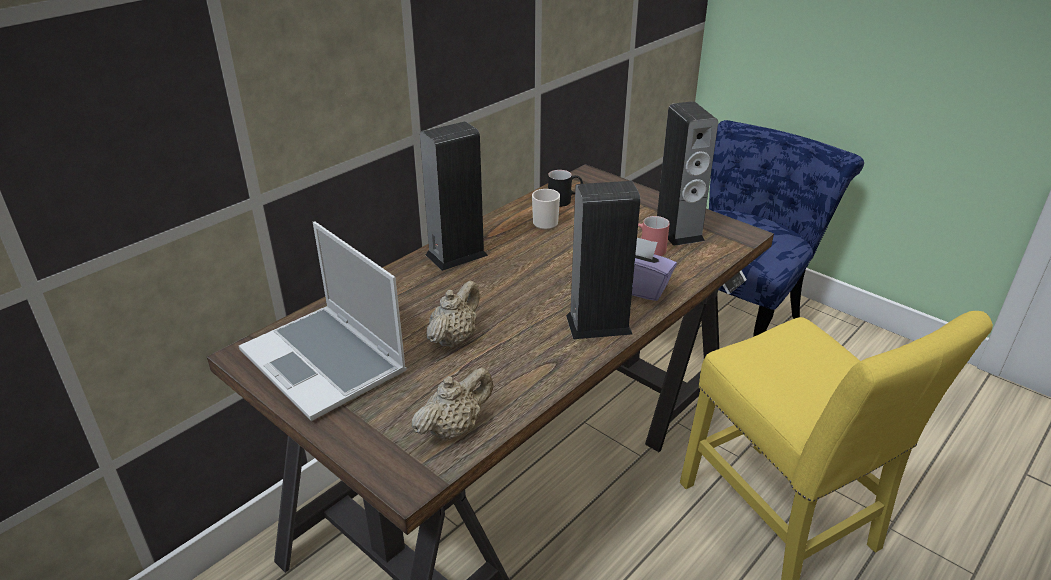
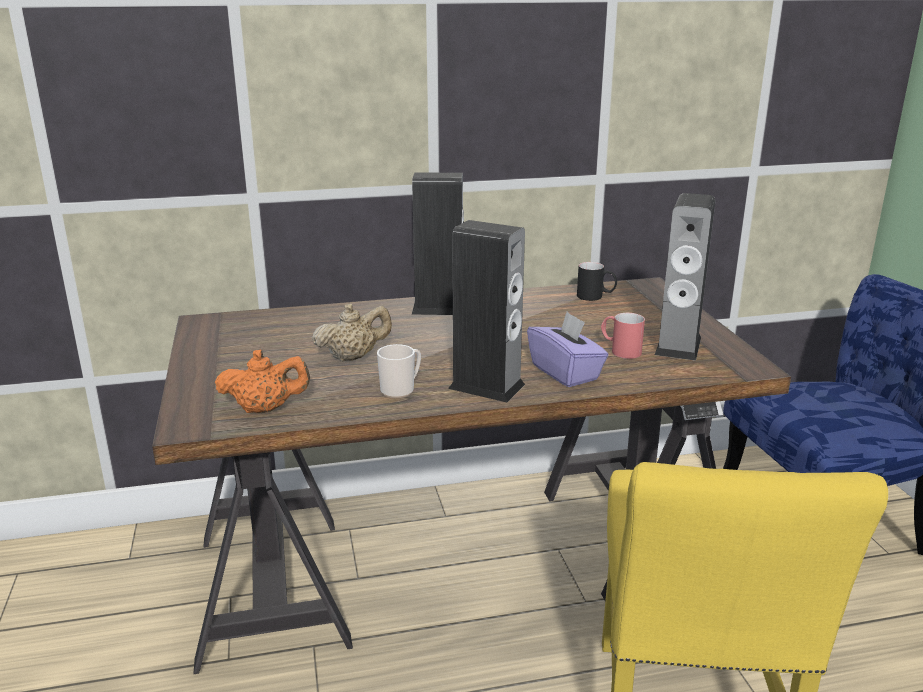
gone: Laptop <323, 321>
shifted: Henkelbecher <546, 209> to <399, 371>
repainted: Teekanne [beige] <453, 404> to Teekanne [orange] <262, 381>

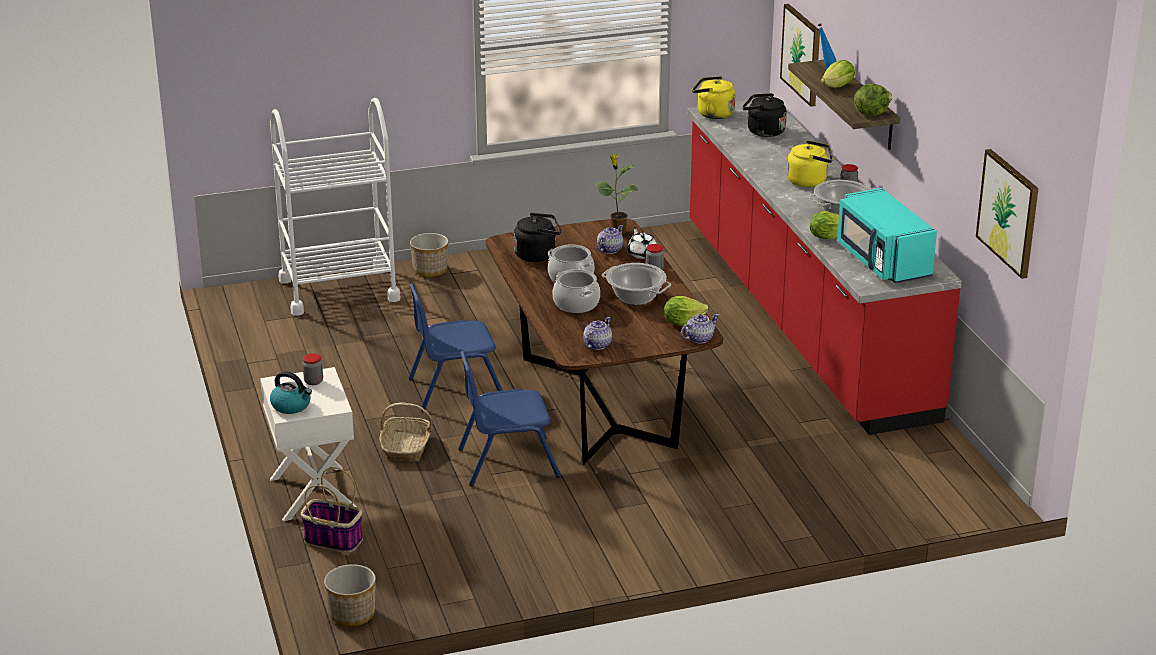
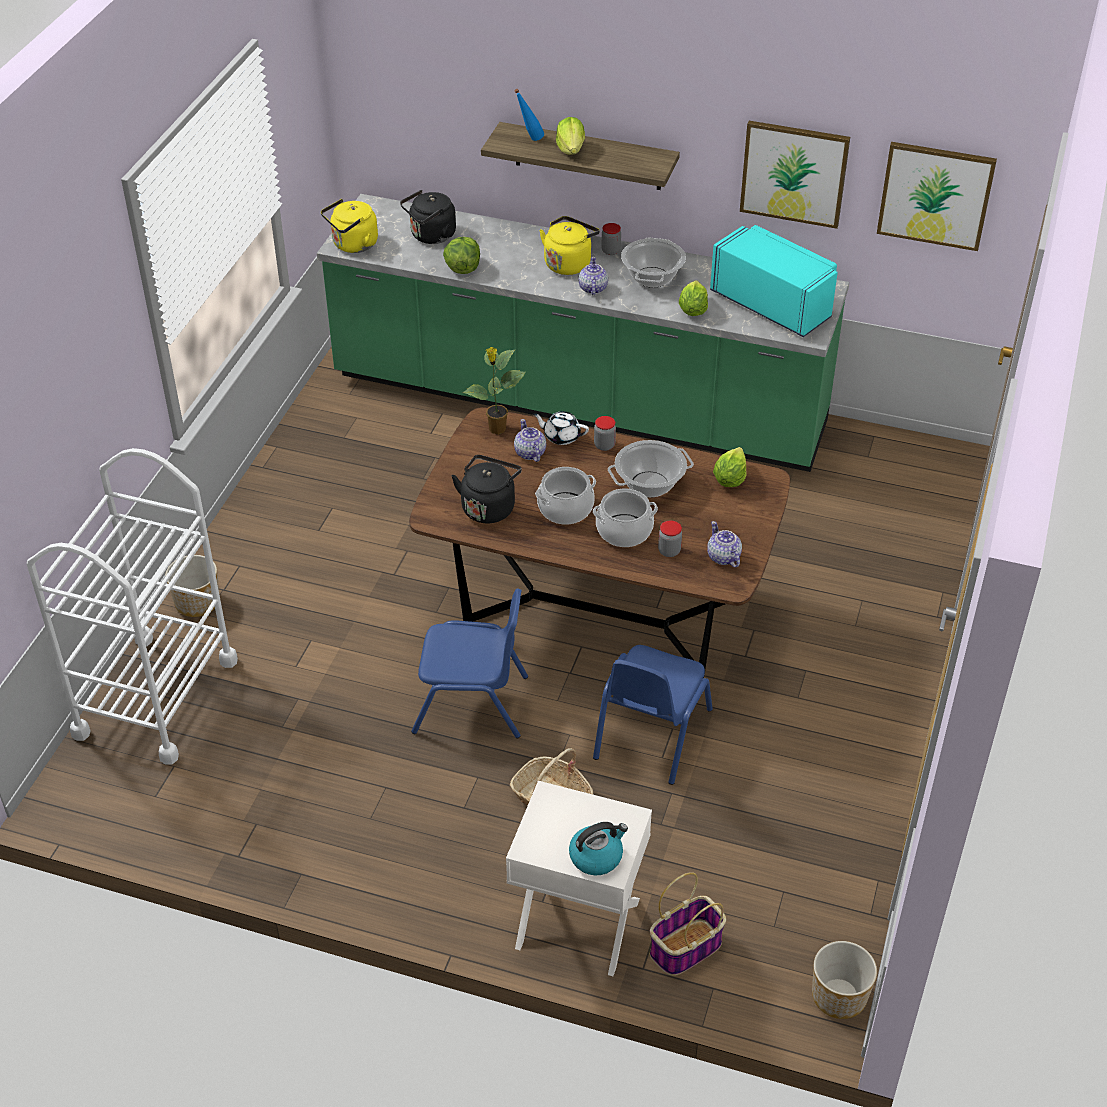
shifted: Salatkopf <873, 100> to <461, 255>; Teekanne <700, 329> to <593, 276>; Vorratsglas <313, 369> to <670, 538>; Bild <800, 55> to <795, 175>
repainted: Küchenzeile [rot] <824, 267> to Küchenzeile [grün] <583, 333>
rotated: Stuhl [blau] <456, 347> = <469, 663> 105 degrees counterclockwise; Mikrowelle [türkis] <887, 235> = <774, 281> 150 degrees counterclockwise

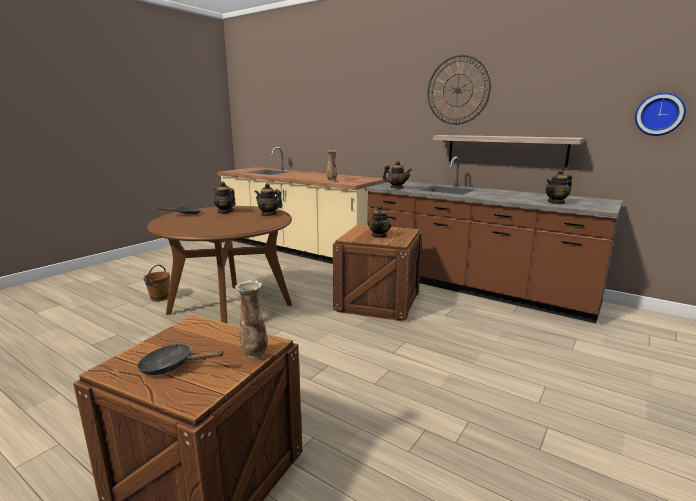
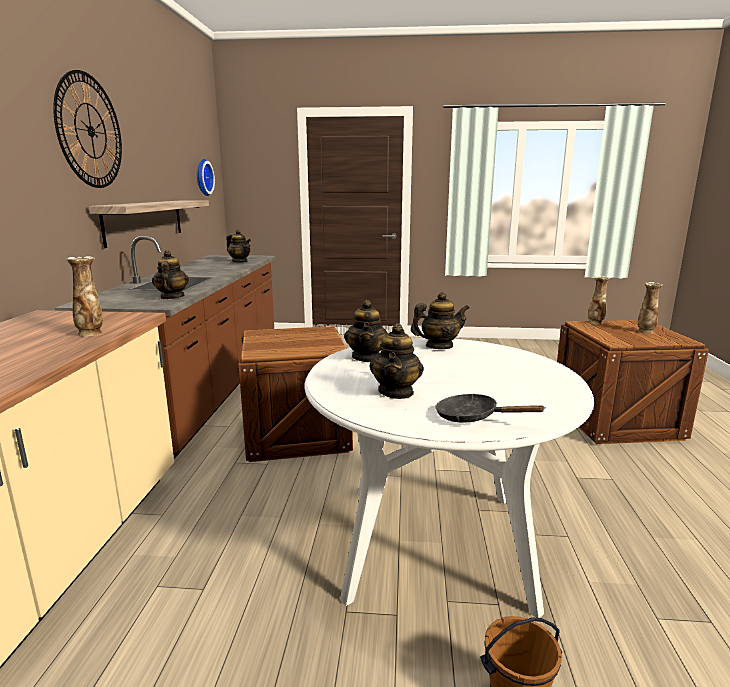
shifted: Teekanne <379, 221> to <440, 320>
swapped: Pfanne [schwarz] <181, 359> to Vase <650, 308>
repainted: Esstisch [braun] <219, 265> to Esstisch [weiß] <449, 478>

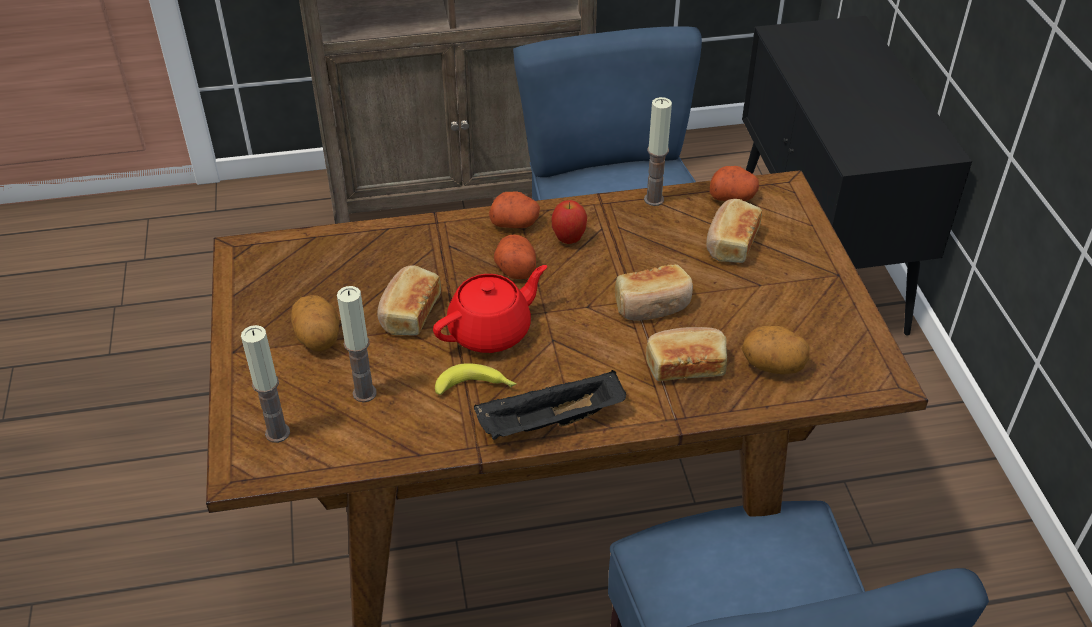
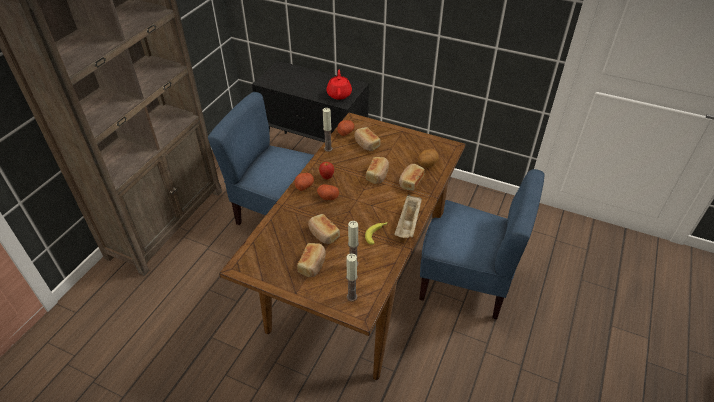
shifted: Teekanne [rot] <490, 309> to <339, 85>
swapped: Kartoffel <315, 323> to Brot <311, 260>
repainted: Tablett [schwarz] <550, 405> to Tablett [beige] <408, 216>

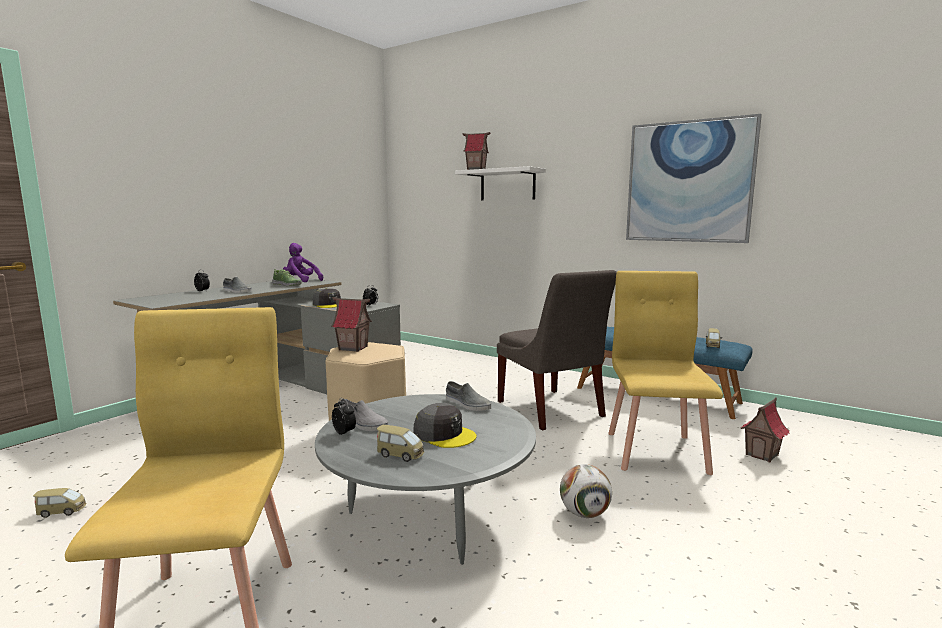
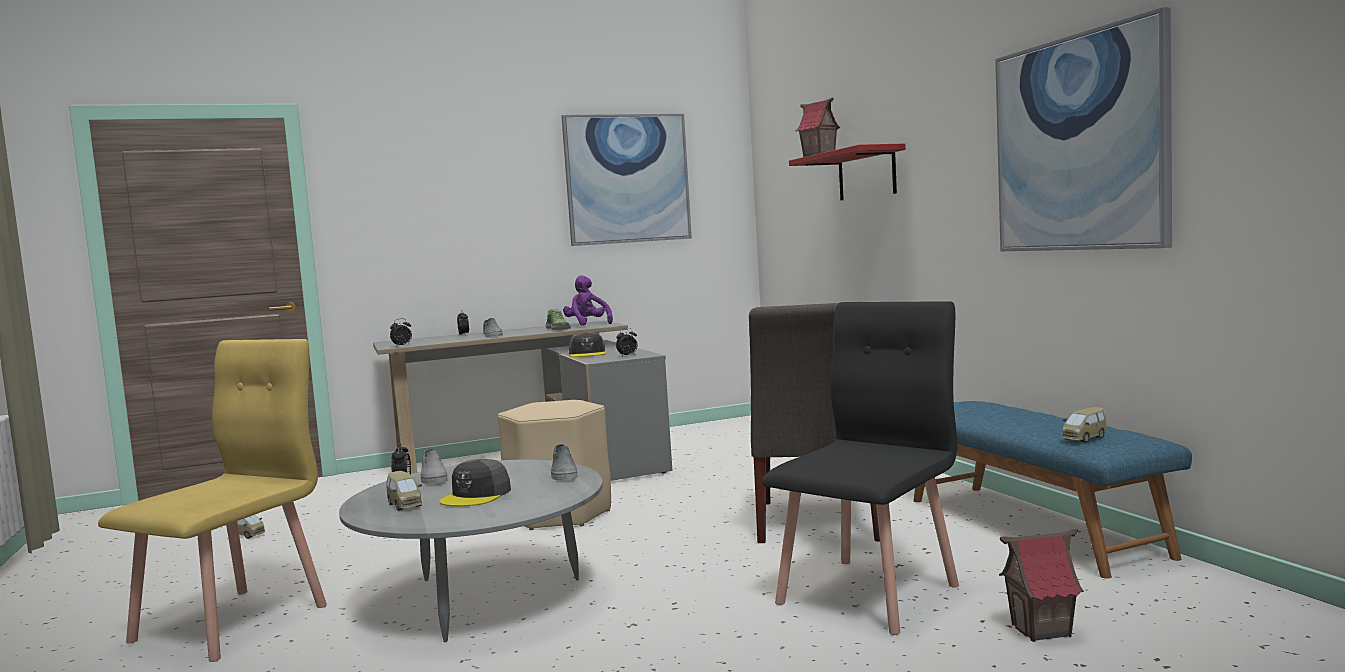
gone: Spielzeughaus <351, 324>; Fußball <586, 491>
new: Wecker <401, 332>; Bild <626, 180>
repainted: Stuhl [gelb] <665, 373> to Stuhl [schwarz] <860, 468>; Wandregal [weiß] <500, 183> to Wandregal [rot] <847, 172>
rotated: Kappe [grau] <445, 425> = <475, 482> 45 degrees clockwise

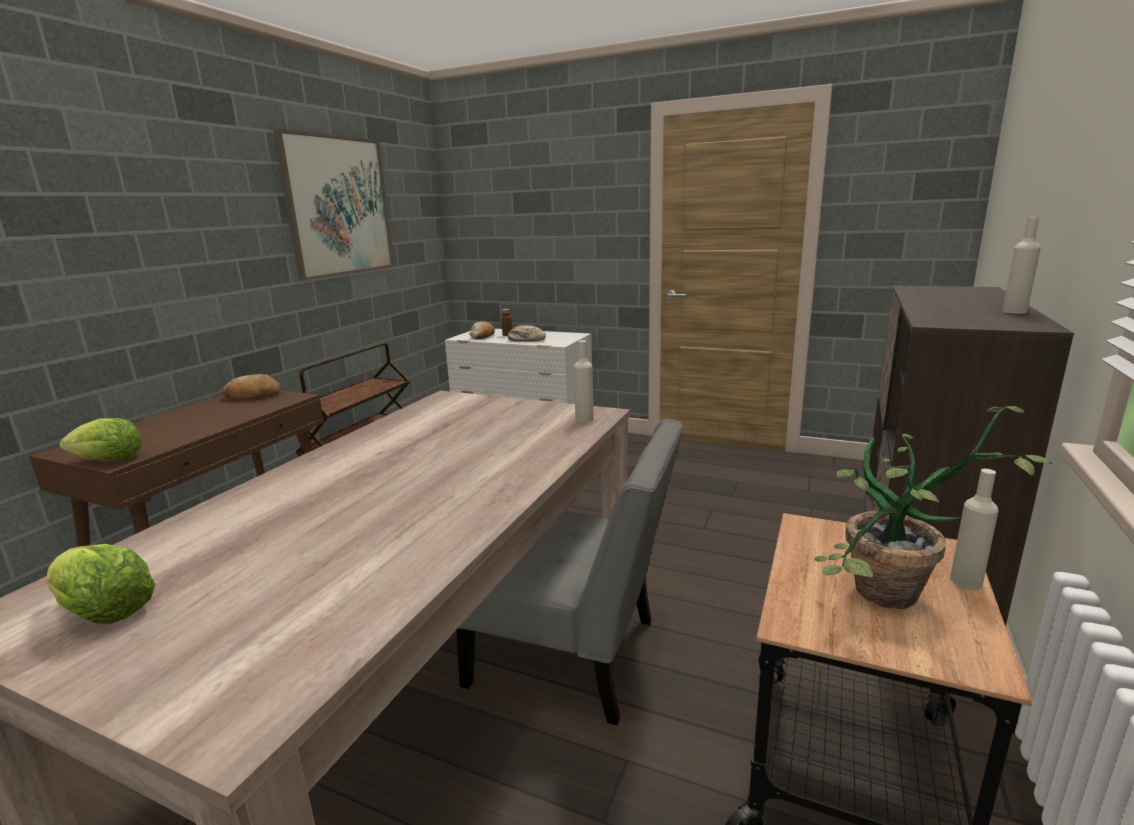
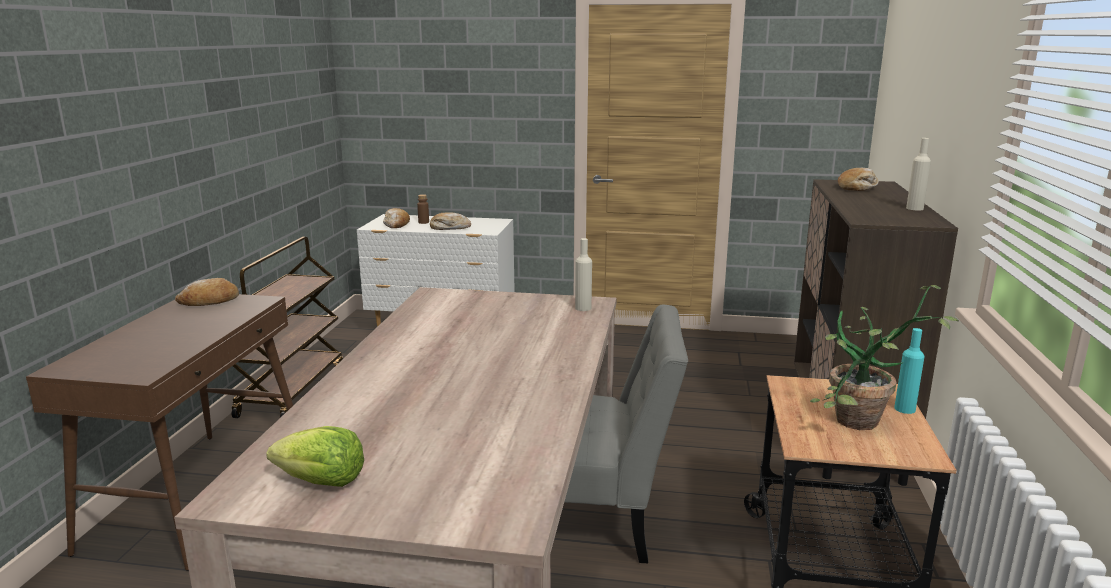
gone: Salatkopf <101, 439>; Bild <334, 205>
new: Brot <858, 179>
repainted: Flasche [beige] <974, 529> to Flasche [türkis] <909, 371>

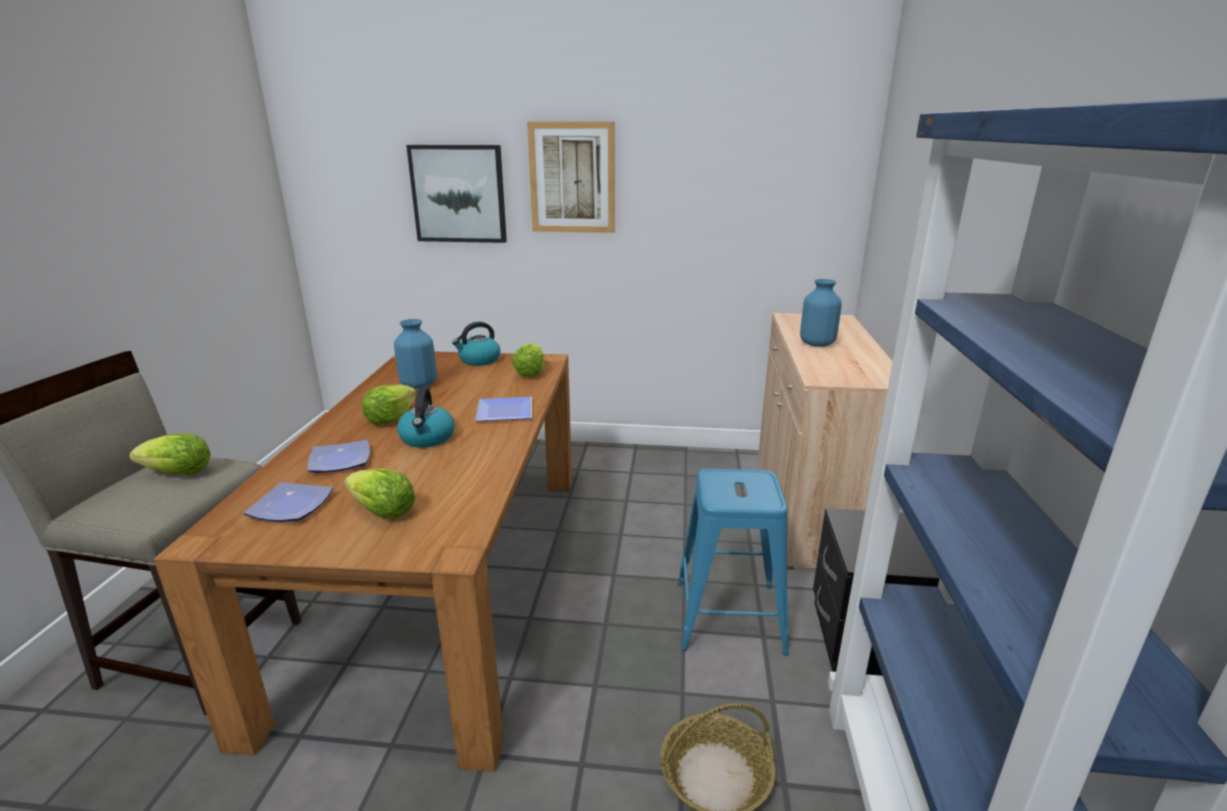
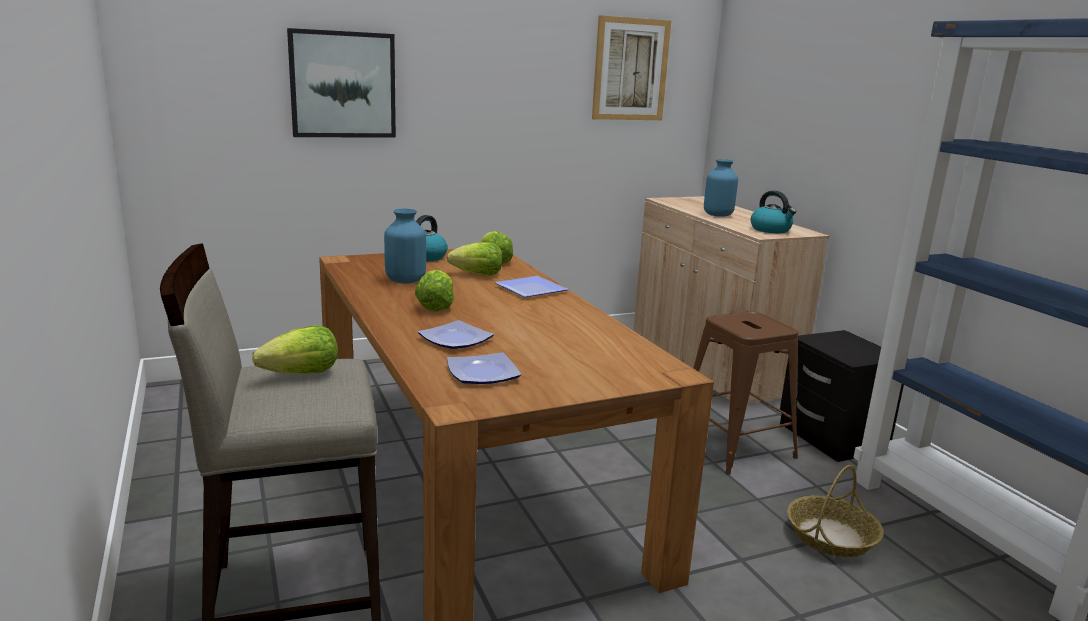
shifted: Salatkopf <380, 494> to <475, 258>; Bild <571, 177> to <631, 67>; Wasserkessel <425, 417> to <774, 212>
repainted: Hocker [blau] <733, 562> to Hocker [braun] <745, 393>

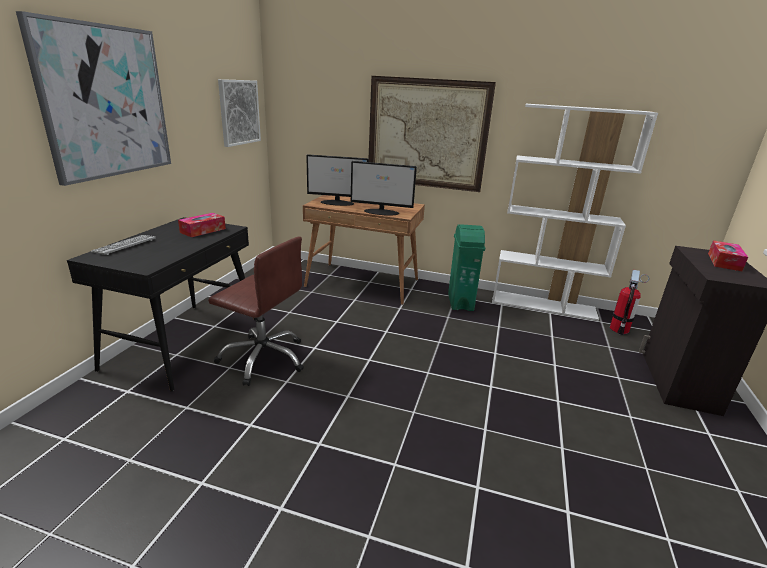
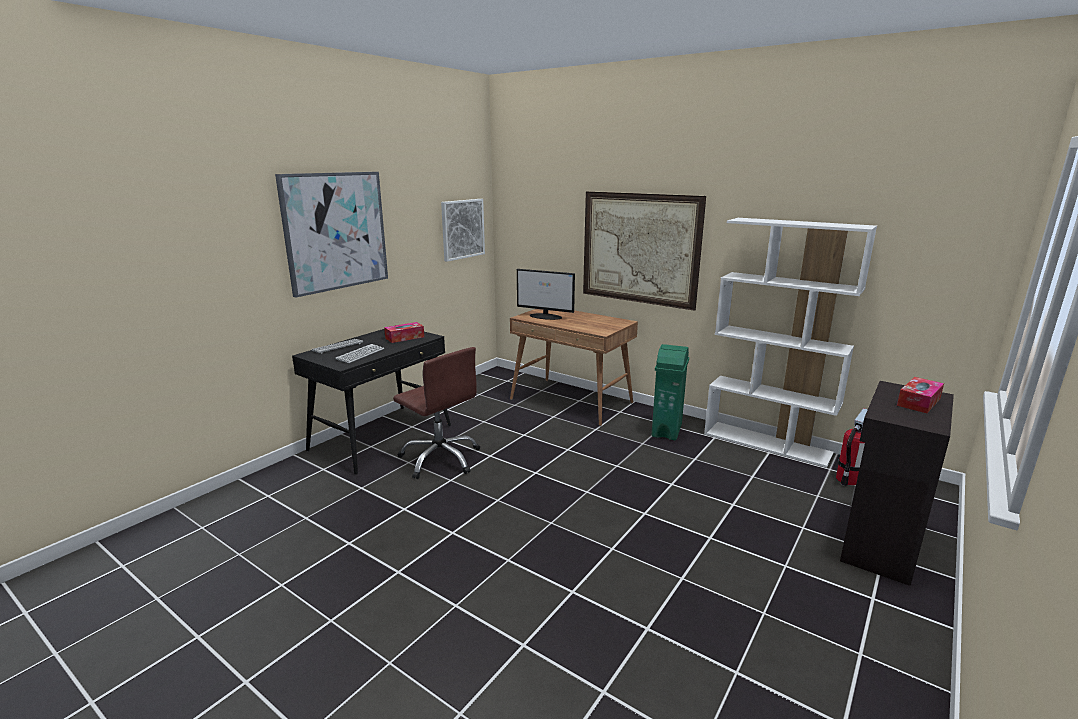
gone: Monitor <384, 188>
new: Tastatur <359, 353>

